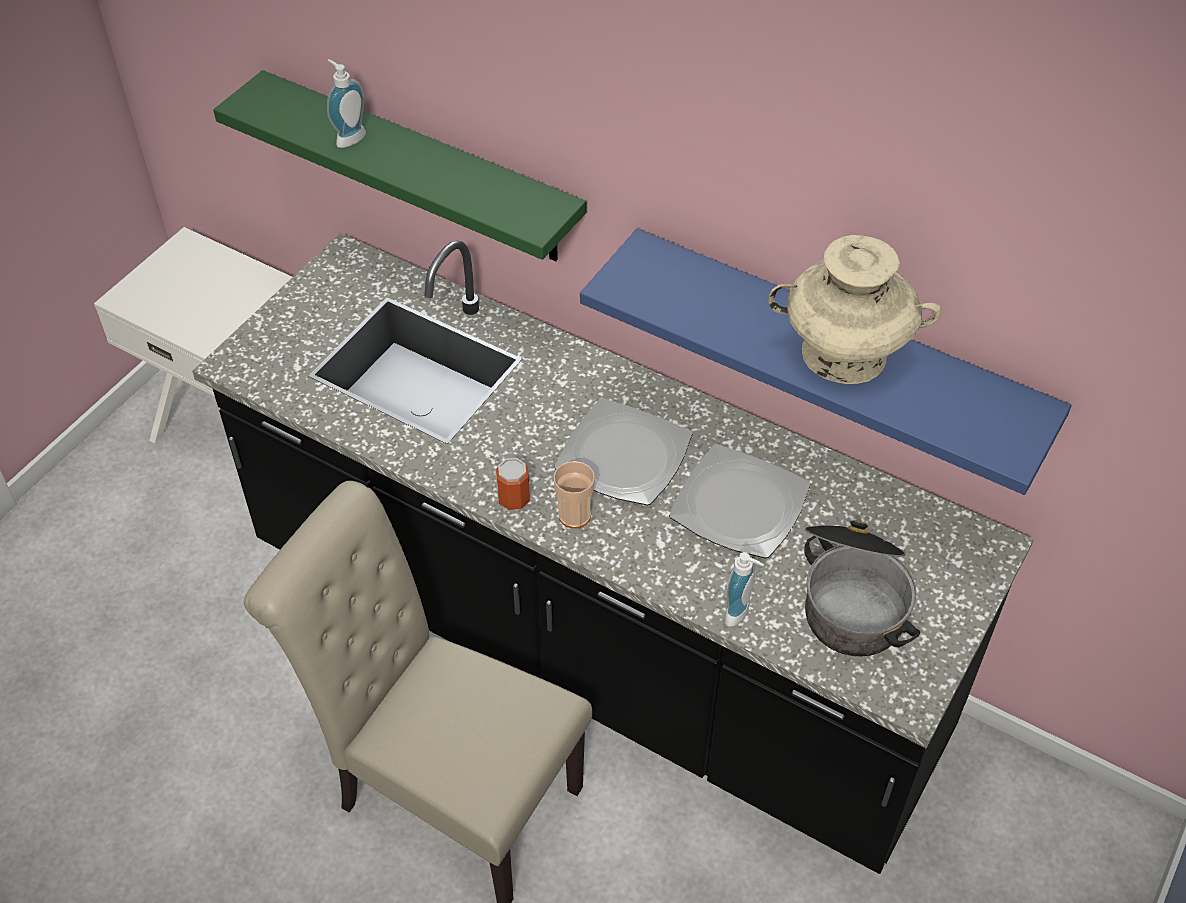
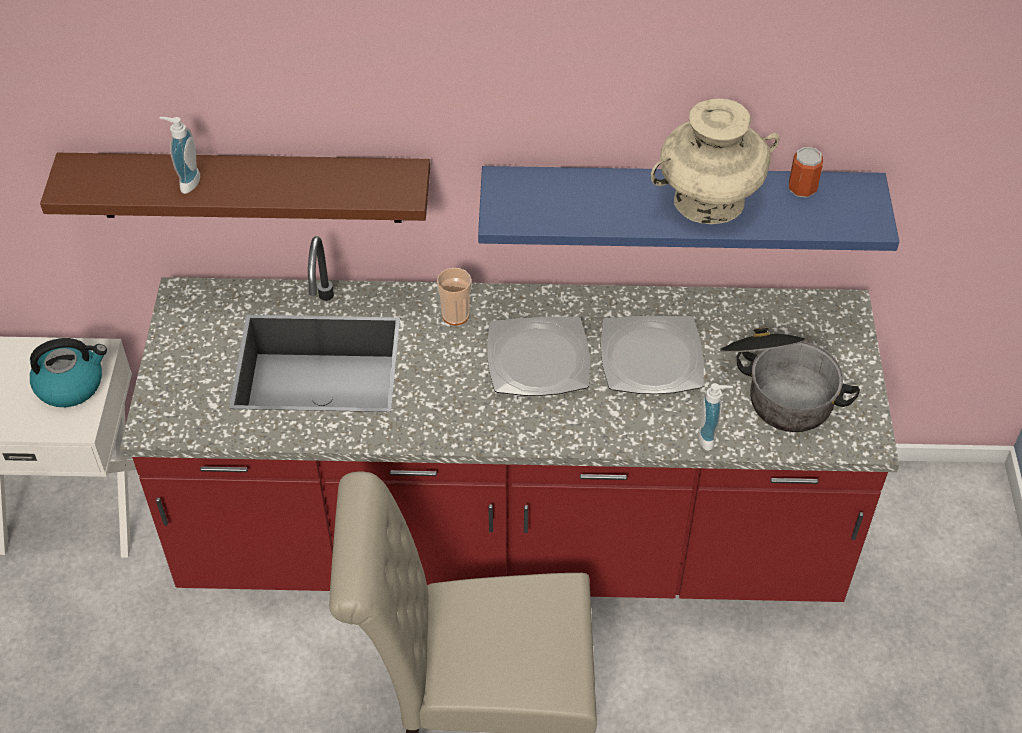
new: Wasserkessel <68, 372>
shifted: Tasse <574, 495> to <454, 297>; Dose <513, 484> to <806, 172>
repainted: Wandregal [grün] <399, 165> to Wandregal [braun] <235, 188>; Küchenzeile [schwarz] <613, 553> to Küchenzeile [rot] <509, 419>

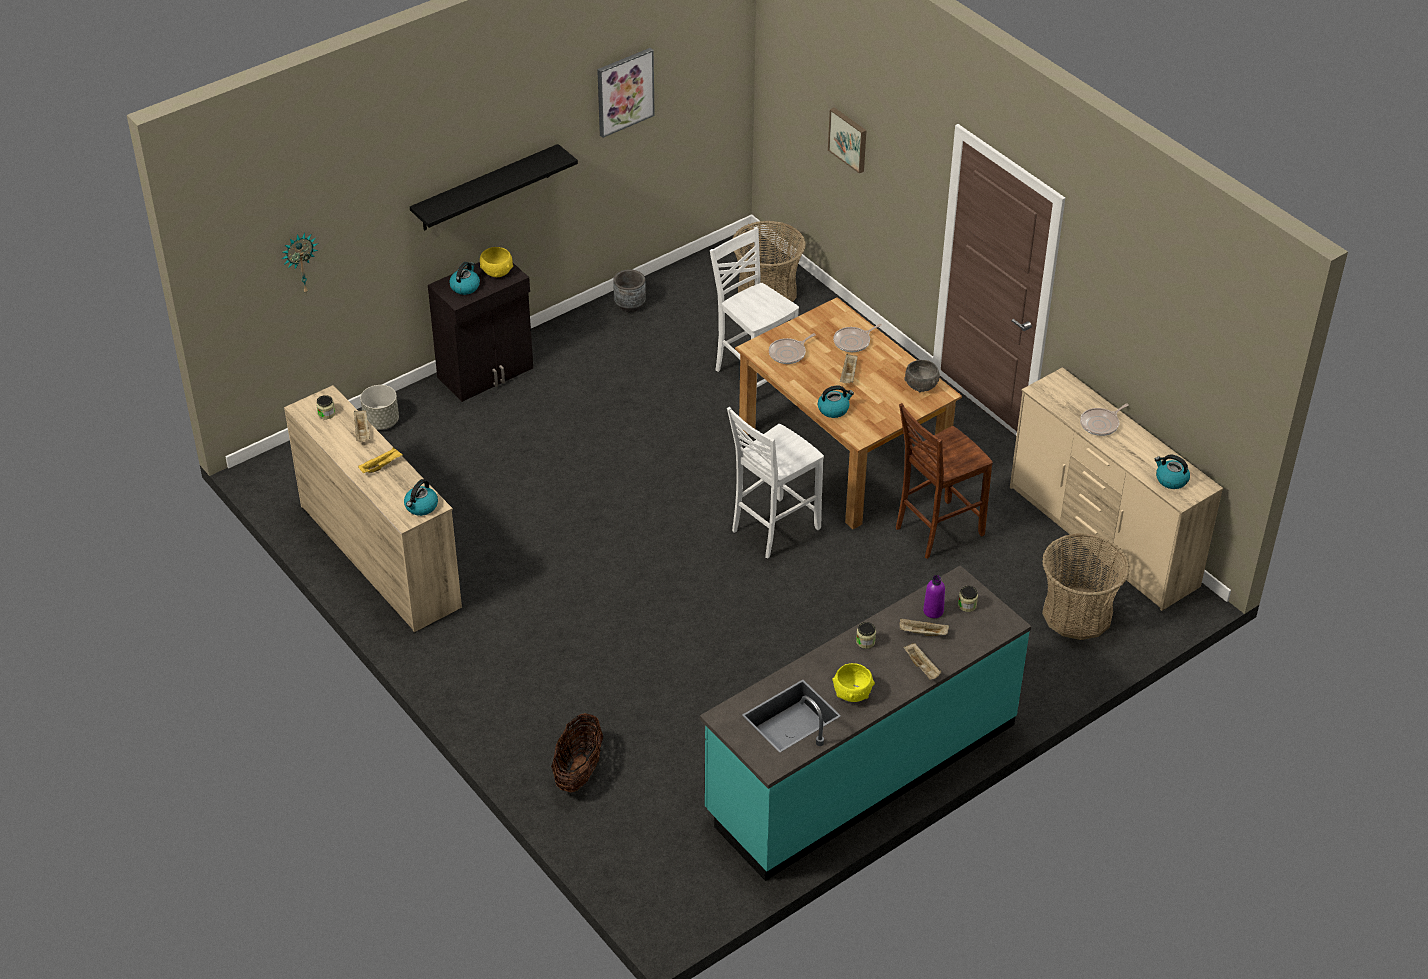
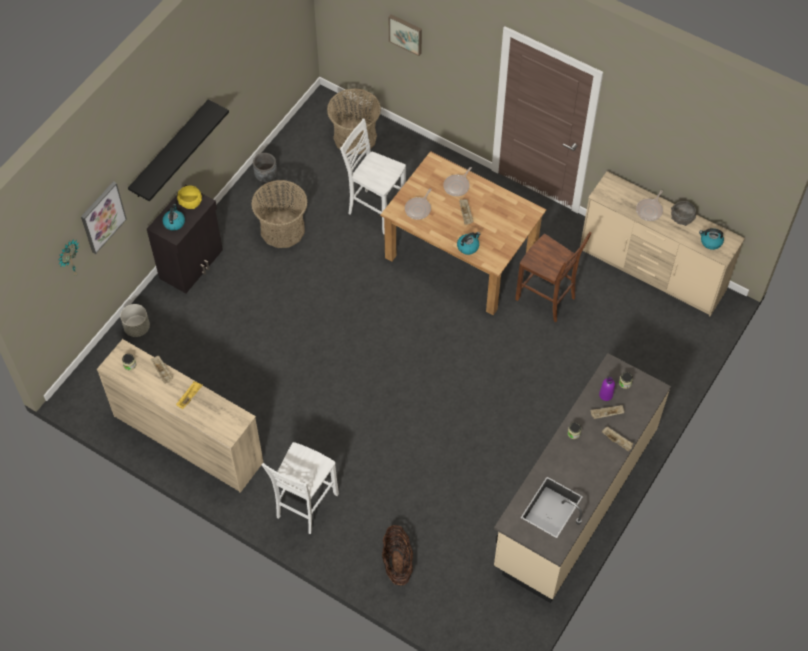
gone: Wasserkessel <421, 497>; Schüssel [gelb] <853, 682>
shifted: Bild <626, 93> to <104, 217>; Korb <1086, 586> to <279, 214>; Stuhl [weiß] <775, 482> to <300, 488>; Schüssel [grau] <922, 376> to <683, 213>
repainted: Küchenzeile [türkis] <865, 723> to Küchenzeile [beige] <582, 478>
rotated: Stuhl [braun] <944, 481> = <553, 277> 90 degrees counterclockwise

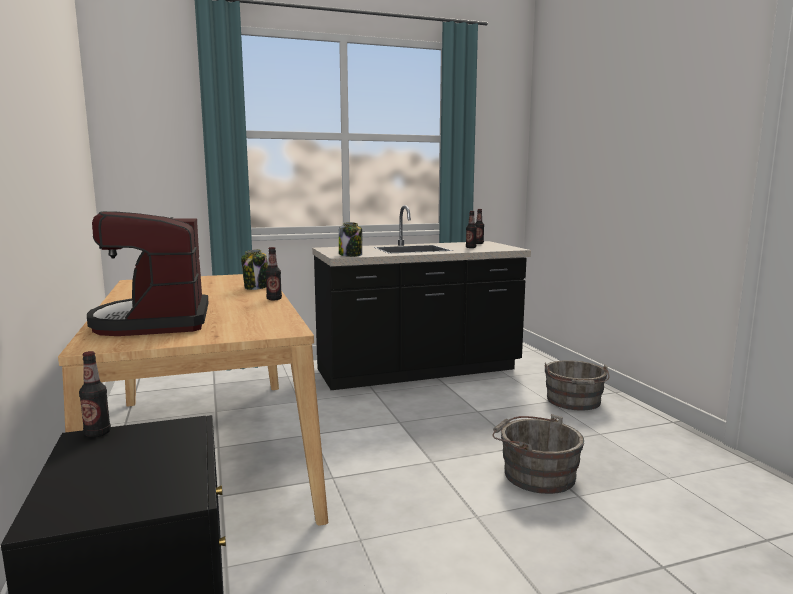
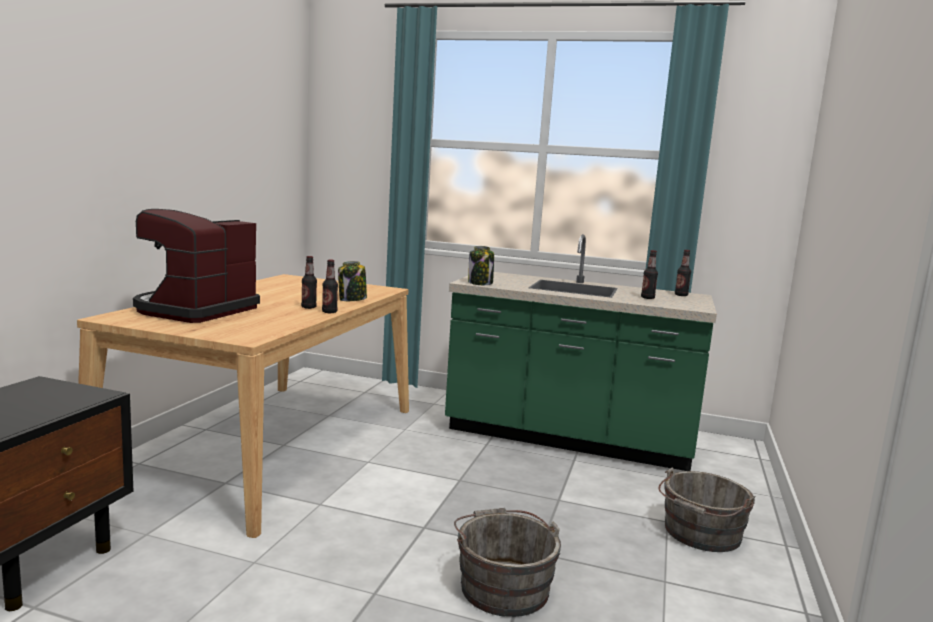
shifted: Flasche <95, 394> to <309, 282>
repainted: Küchenzeile [schwarz] <421, 297> to Küchenzeile [grün] <581, 352>

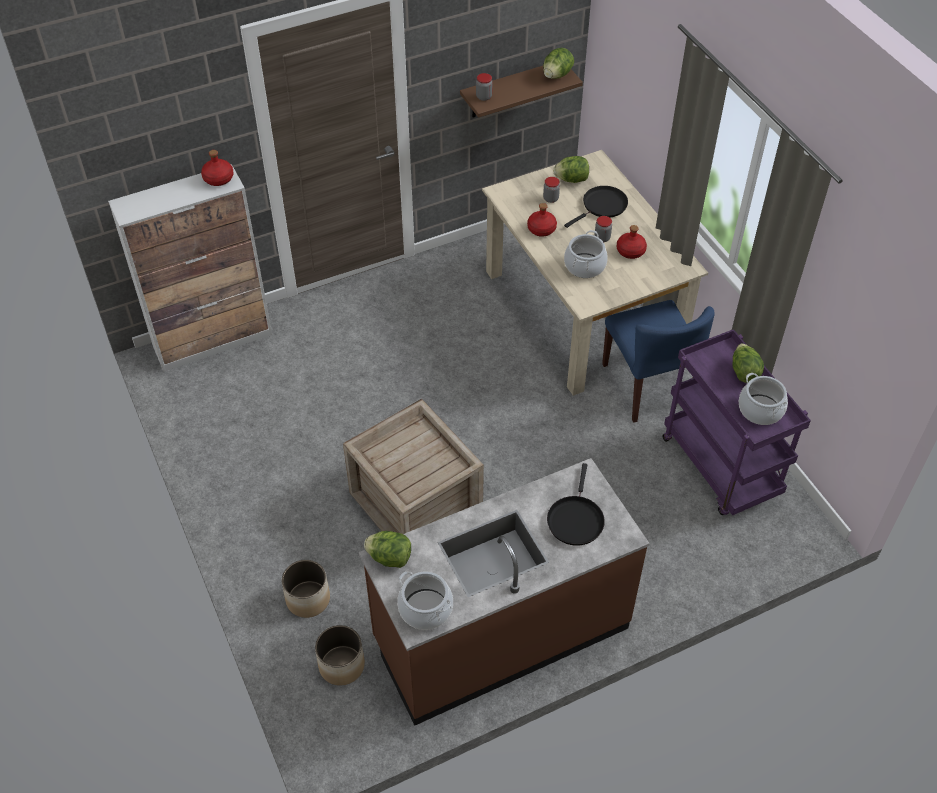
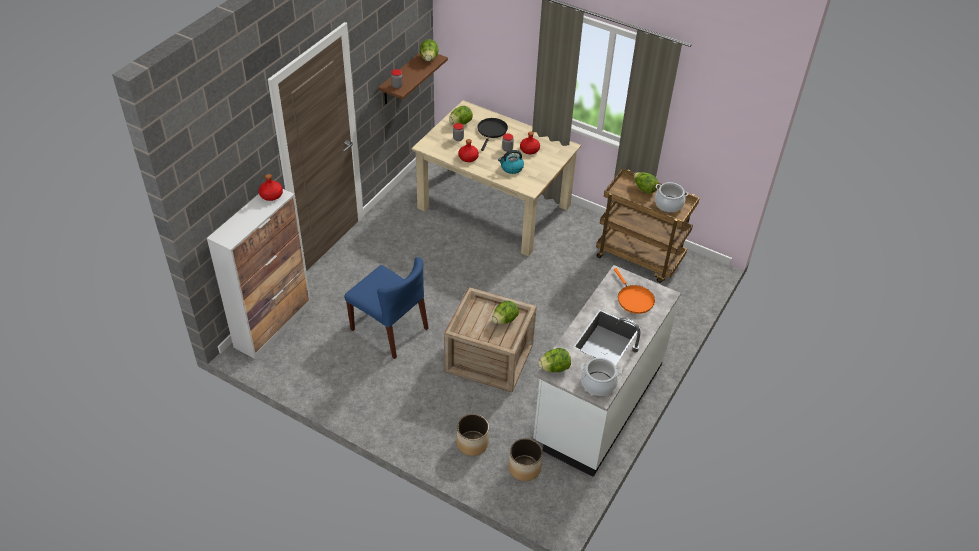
new: Salatkopf <505, 312>
shifted: Stuhl [blau] <658, 361> to <386, 308>
swapped: Kochtopf <586, 254> to Wasserkessel <511, 162>
repainted: Küchenzeile [braun] <504, 592> to Küchenzeile [weiß] <607, 371>; Rollwagen [lila] <736, 422> to Rollwagen [braun] <648, 225>; Pfanne [schwarz] <576, 504> to Pfanne [orange] <634, 291>

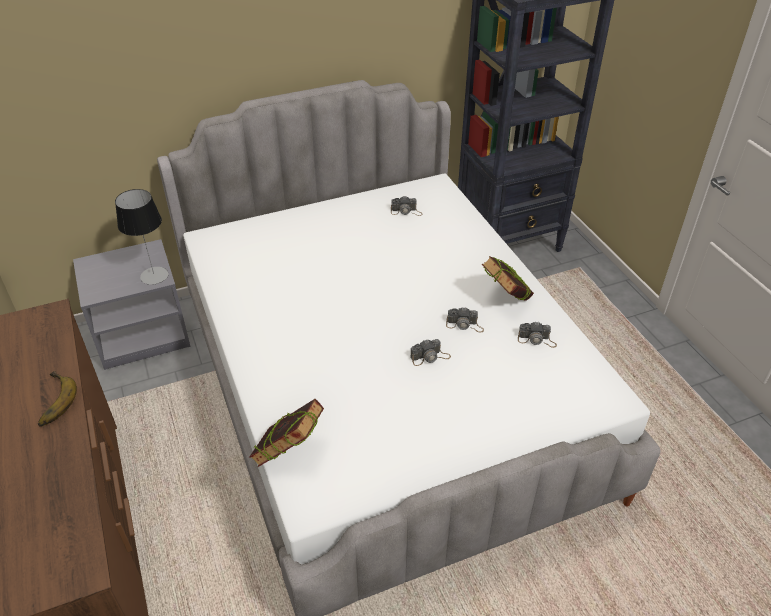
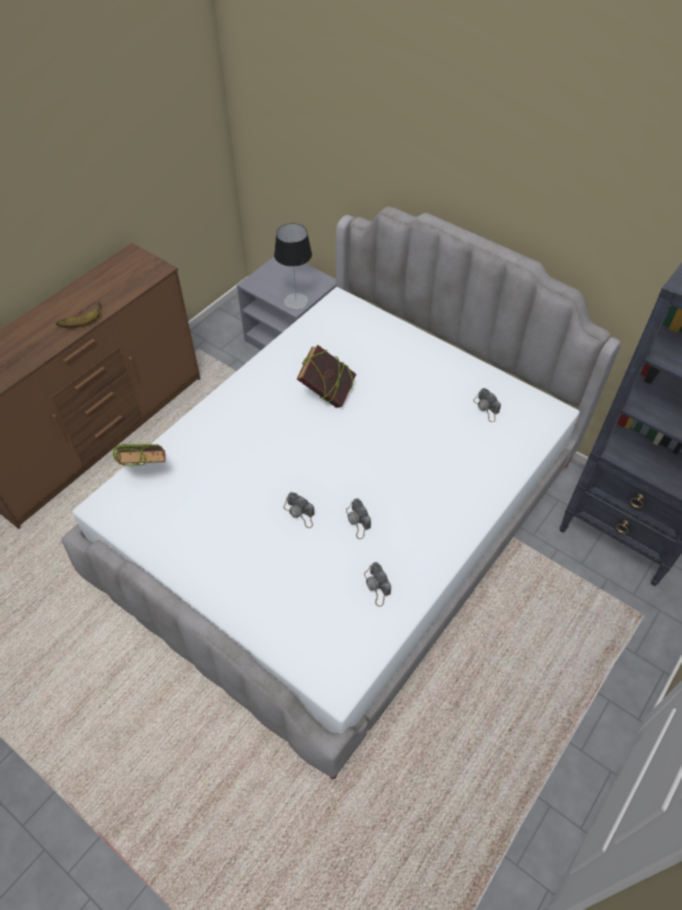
shifted: Buch <508, 278> to <326, 376>

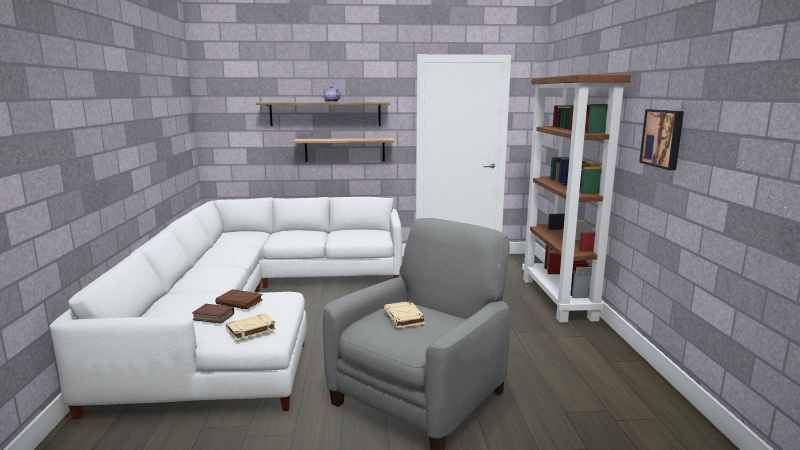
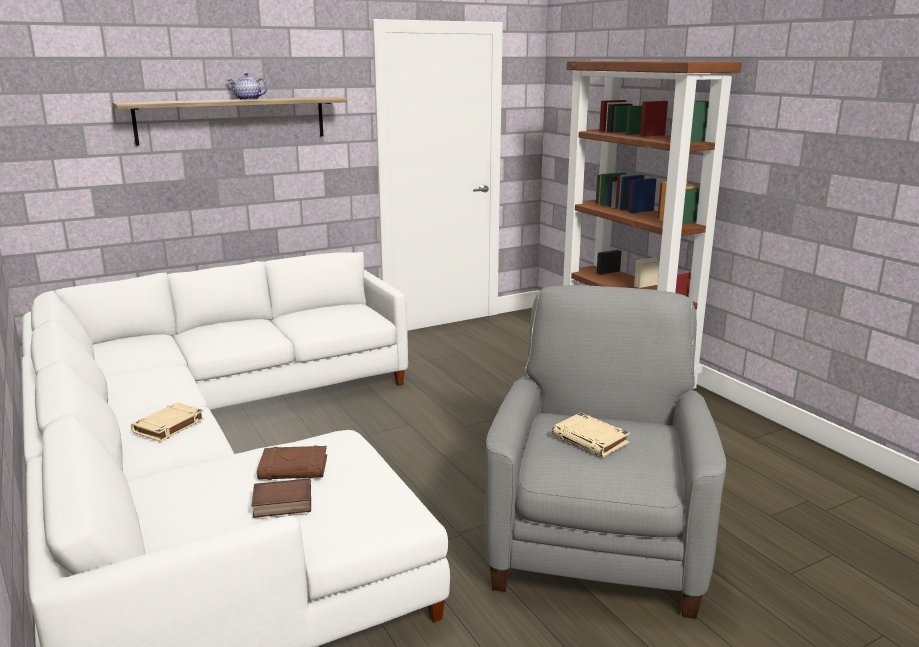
gone: Wandregal <343, 150>; Bild <661, 139>
shifted: Buch [beige] <251, 326> to <168, 422>

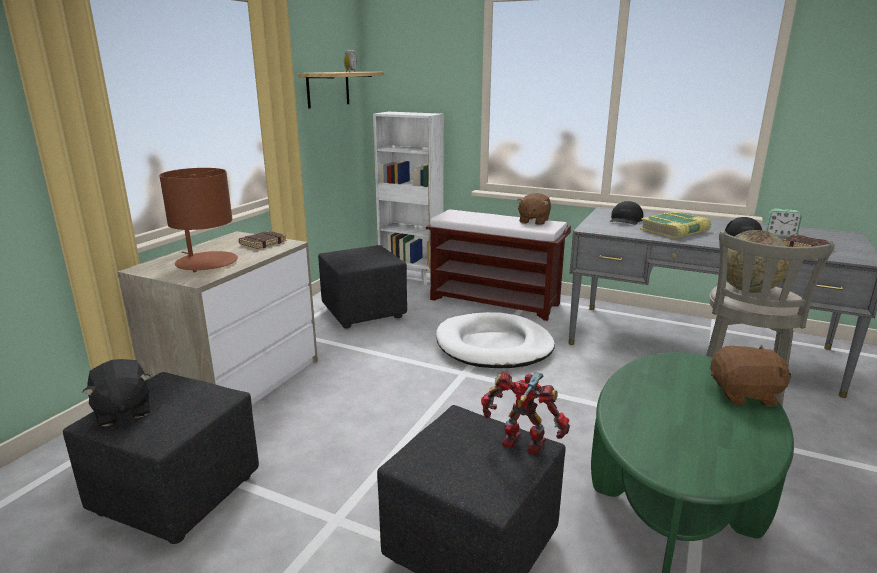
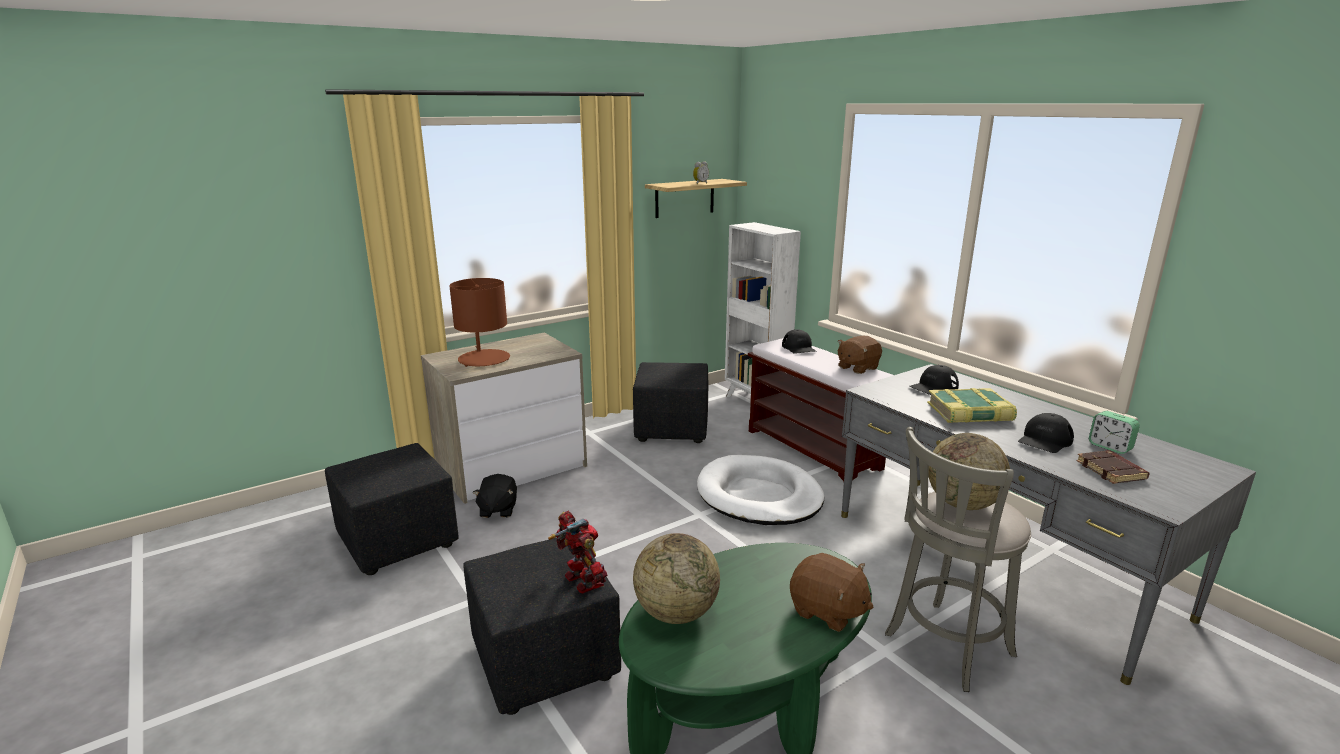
gone: Buch [braun] <263, 240>
new: Globus <676, 578>; Kappe [schwarz] <799, 341>
shifted: Plüschtier [schwarz] <116, 392> to <495, 496>

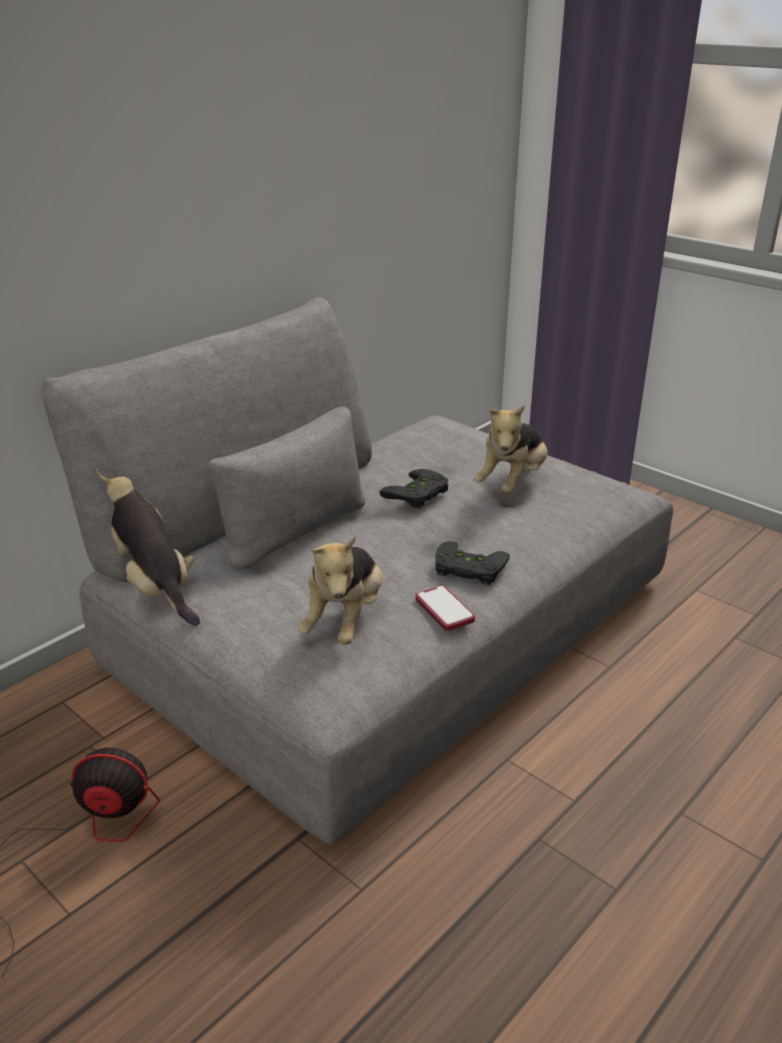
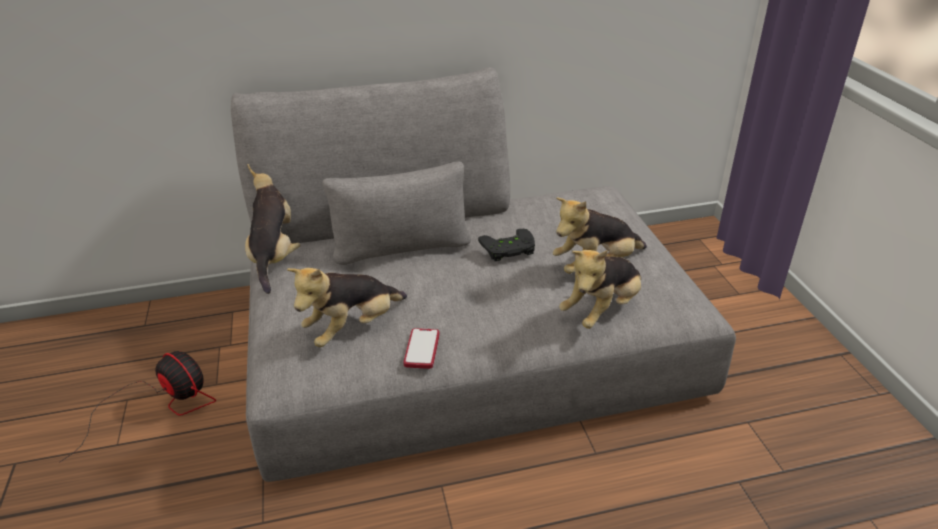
gone: Gamepad [schwarz] <472, 563>
new: Plüschtier <600, 289>

